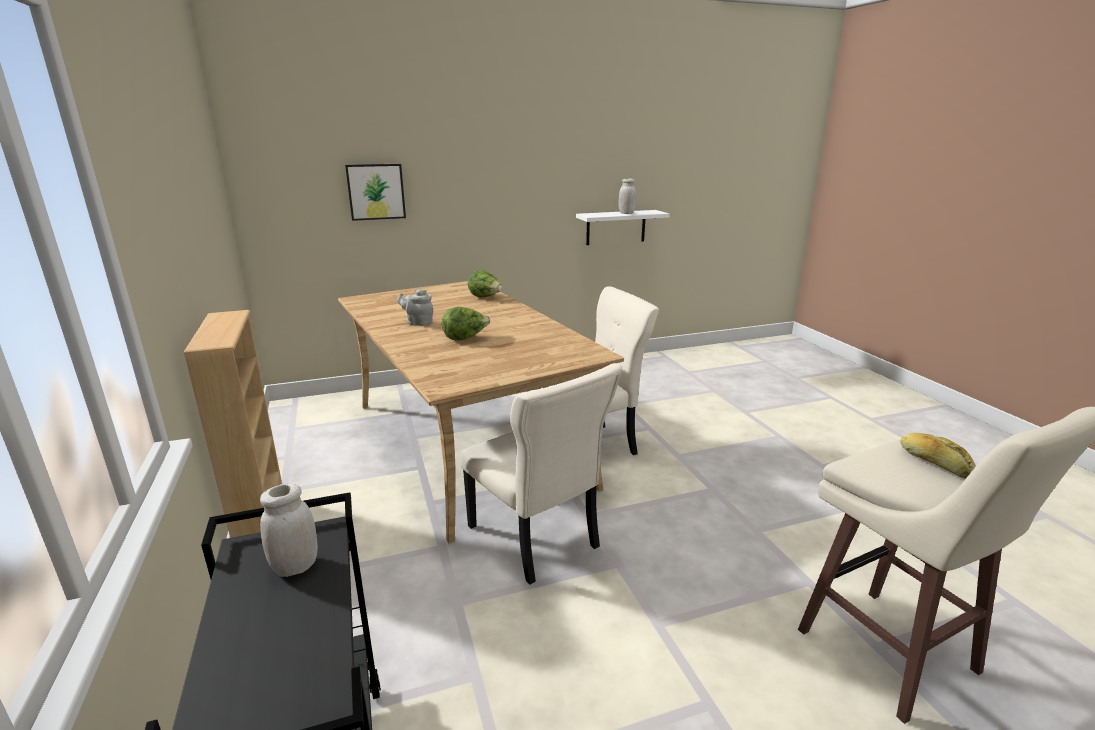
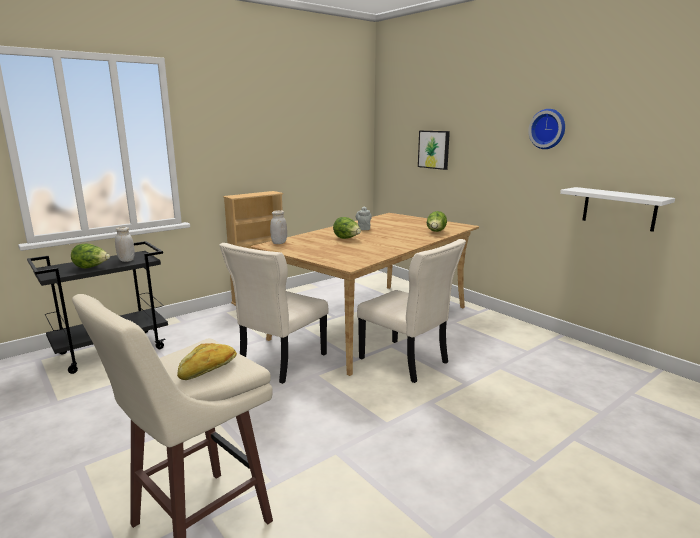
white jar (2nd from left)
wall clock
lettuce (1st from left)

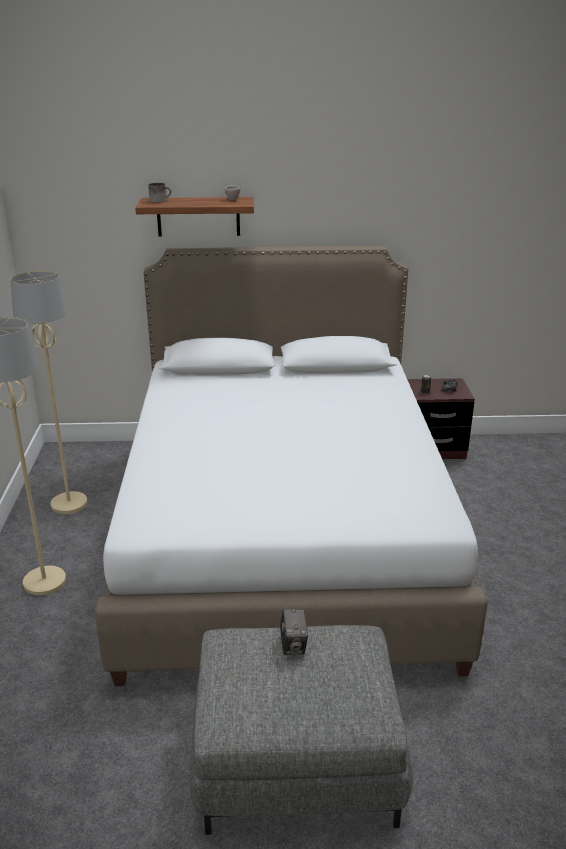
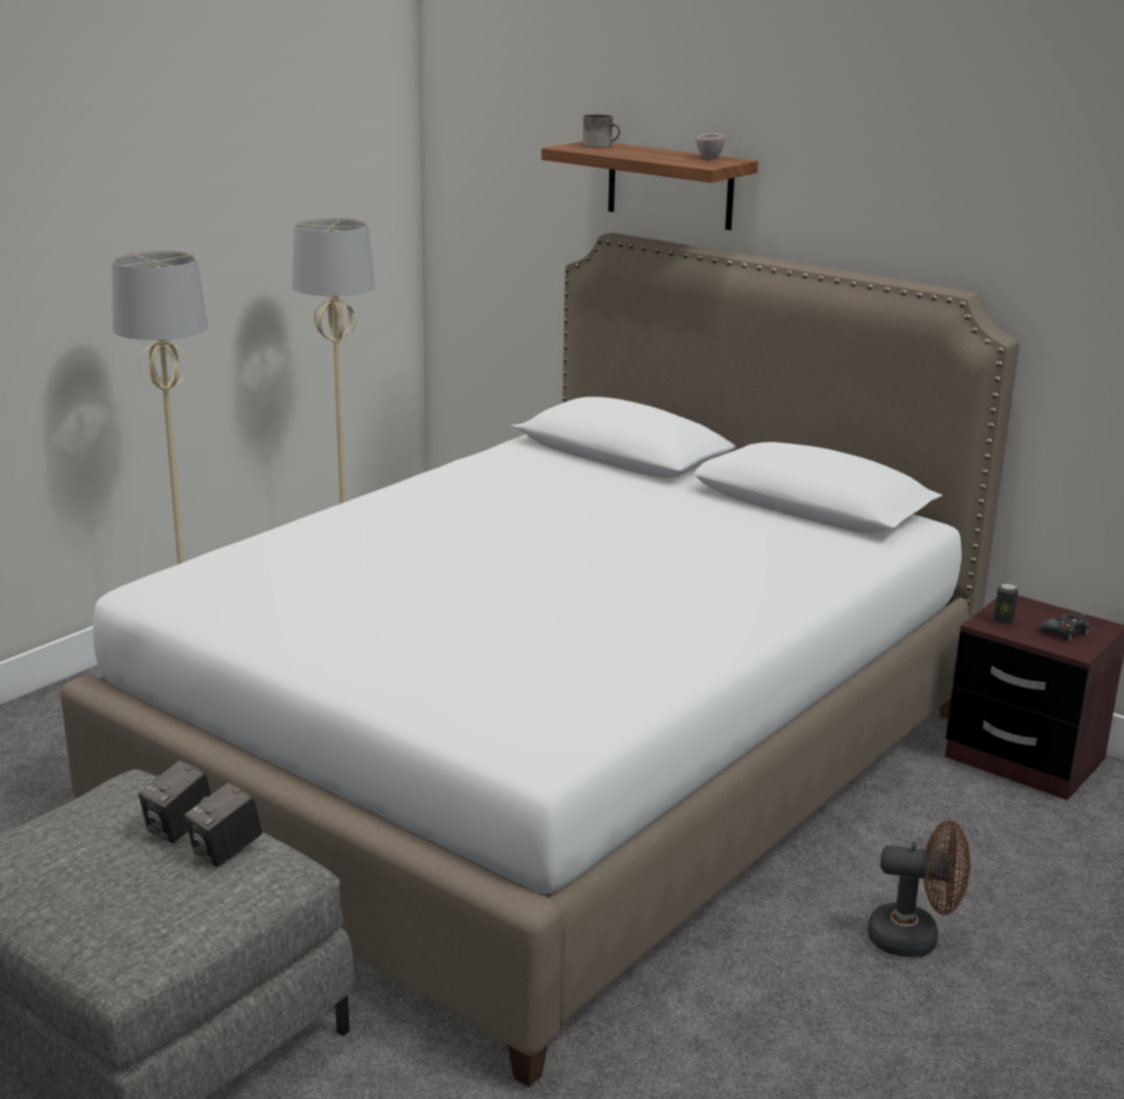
photo camera (2nd from left)
brown fan

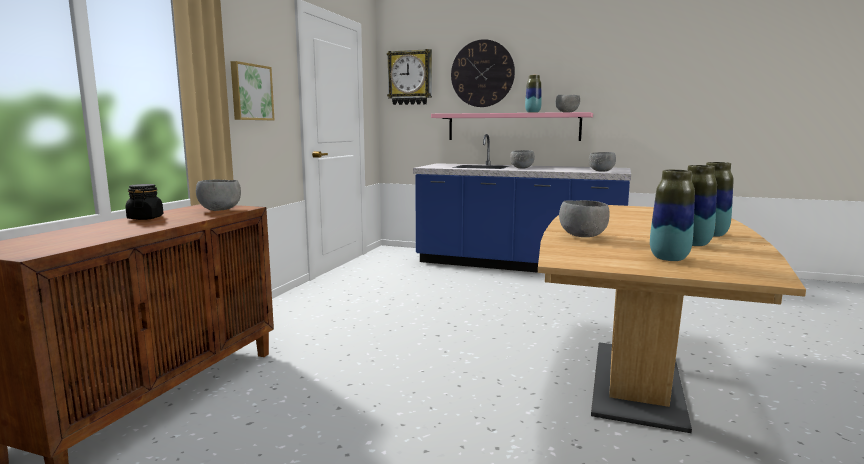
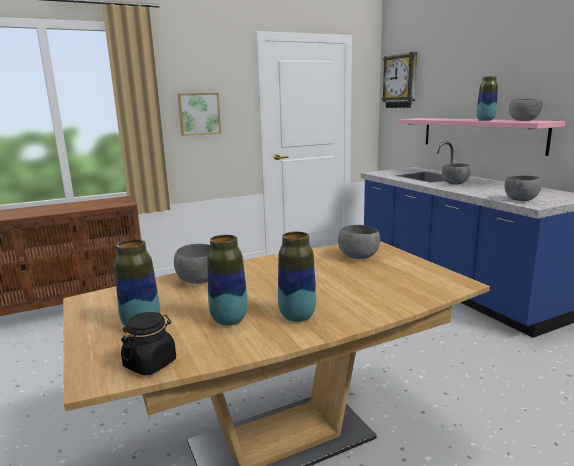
wall clock (2nd from left in the first image)
grey bowl (2nd from left)
black jar

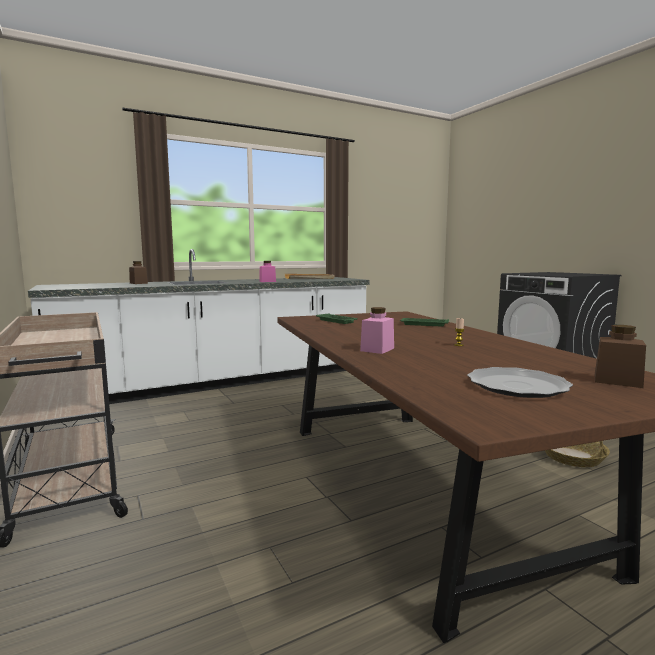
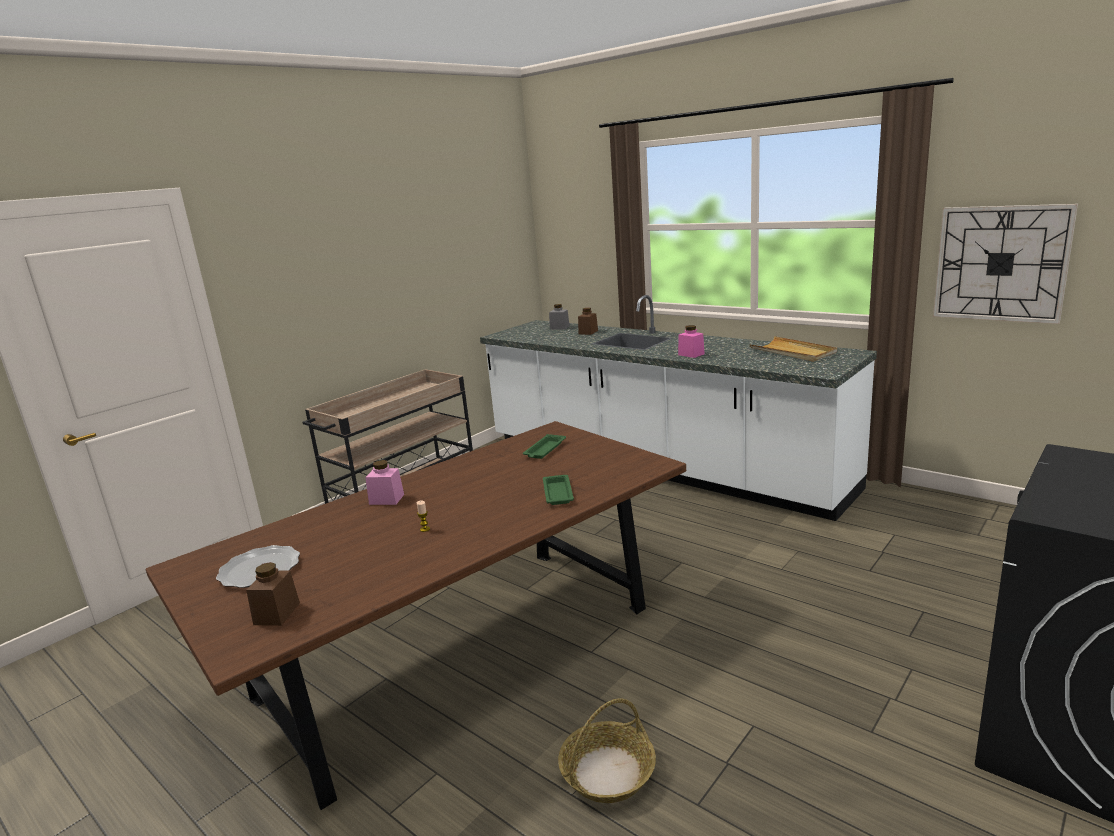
wall clock
grey jar

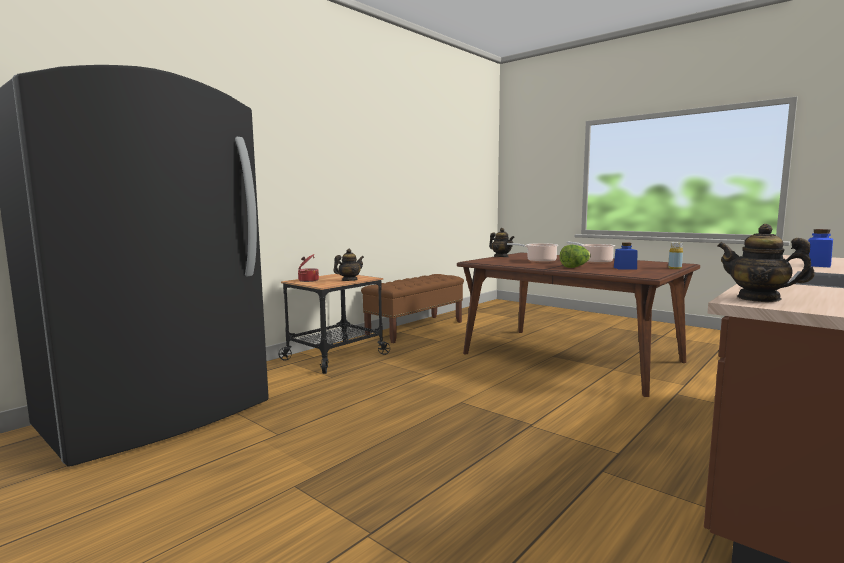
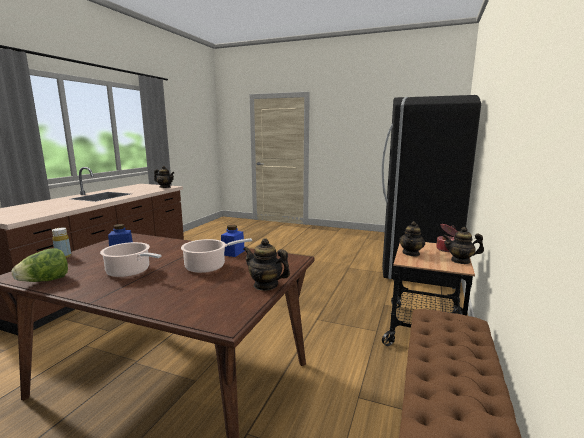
blue jar (2nd from left)
lettuce
teapot (4th from left)

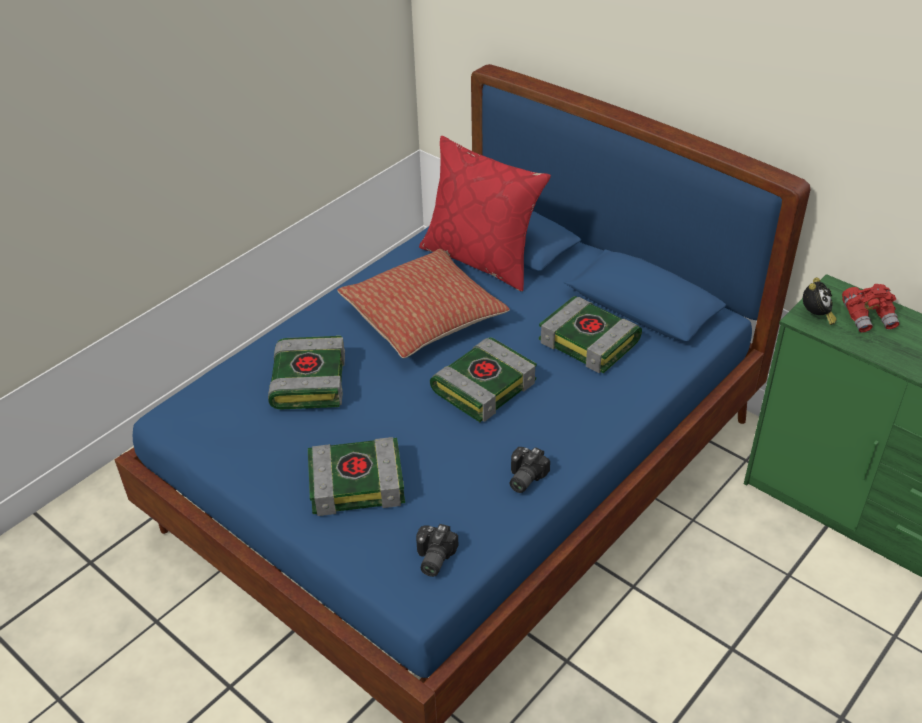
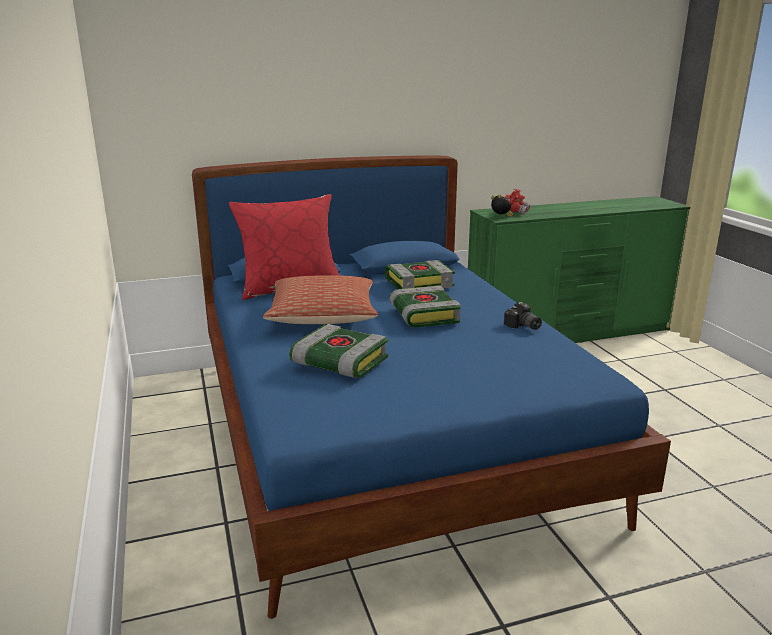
book (2nd from left in the first image)
photo camera (1st from left in the first image)

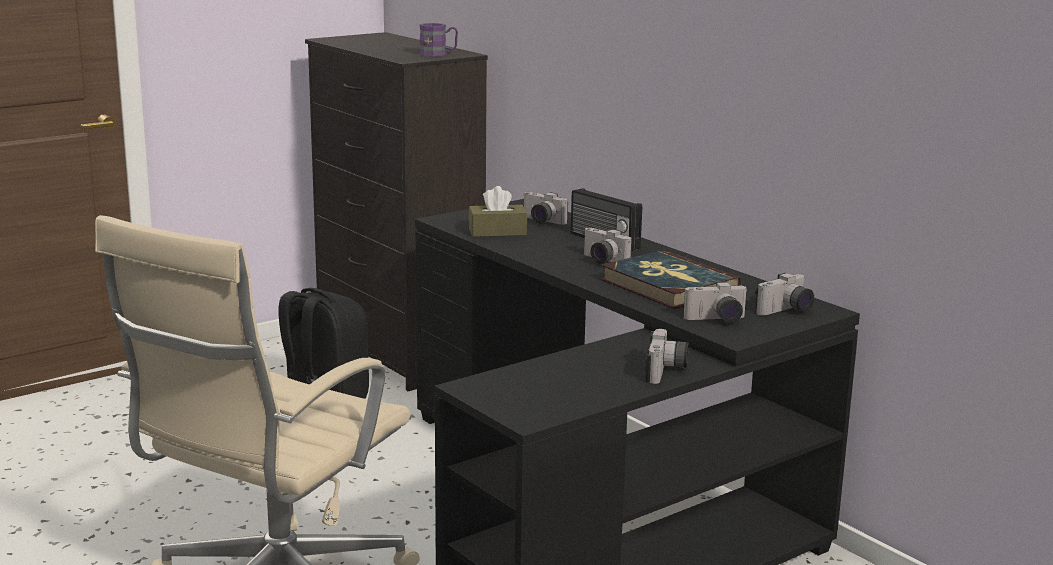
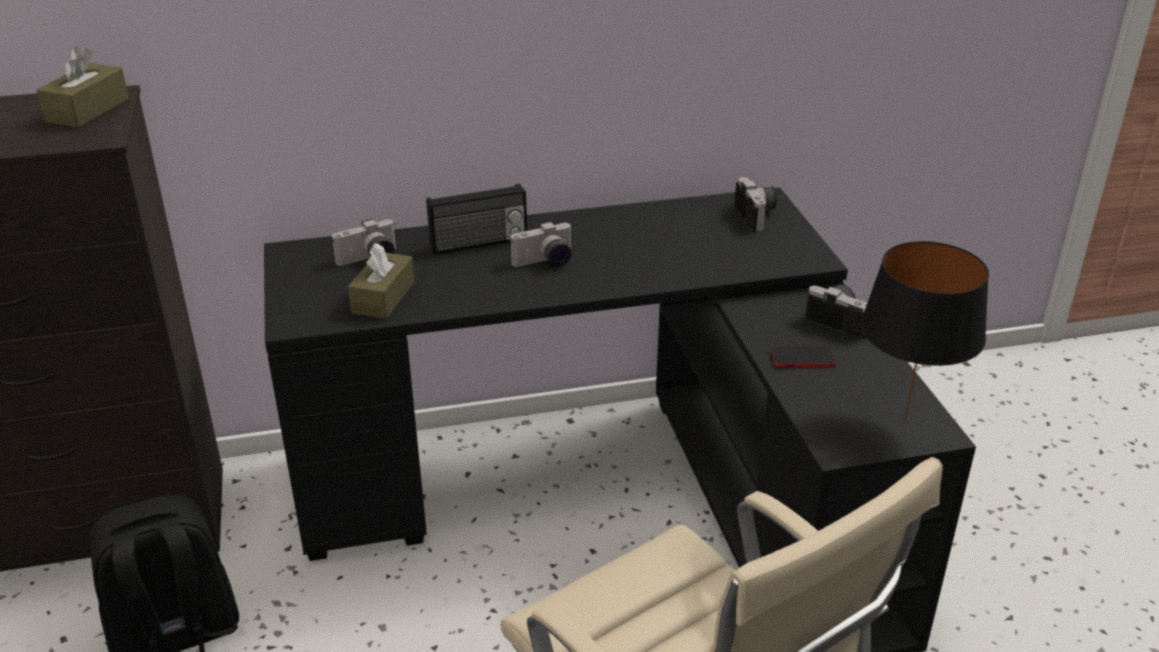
brown tissue box (1st from left)
book
photo camera (4th from left in the first image)
black table lamp
phone

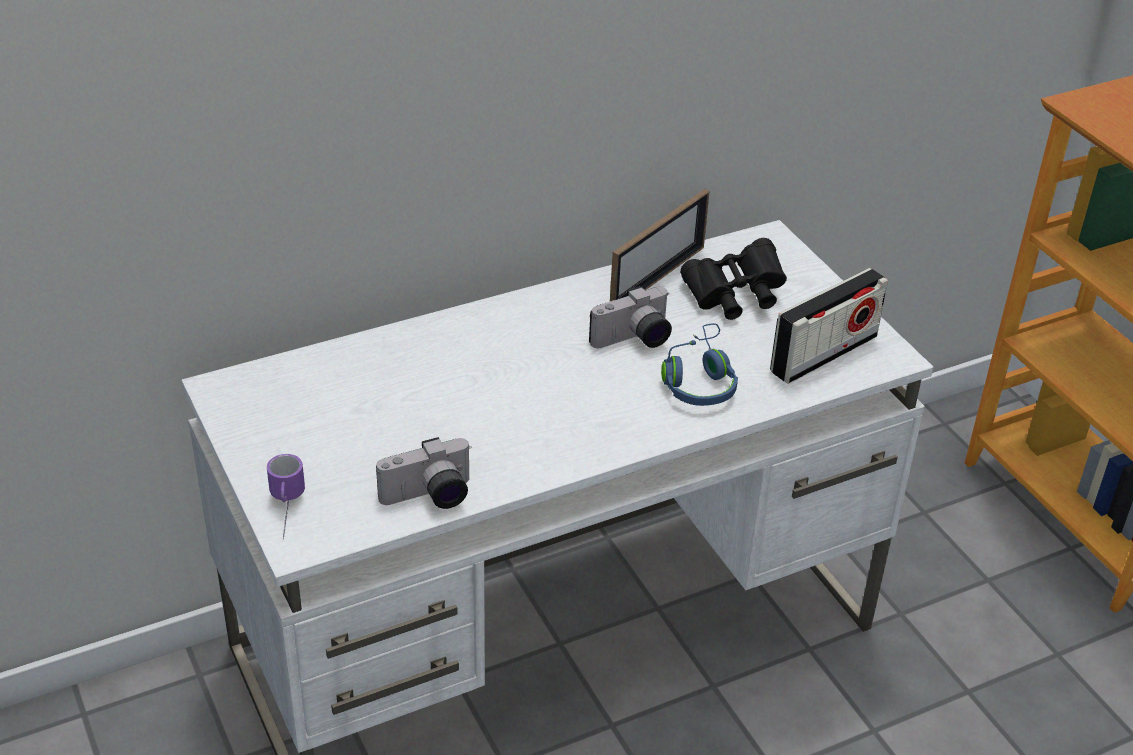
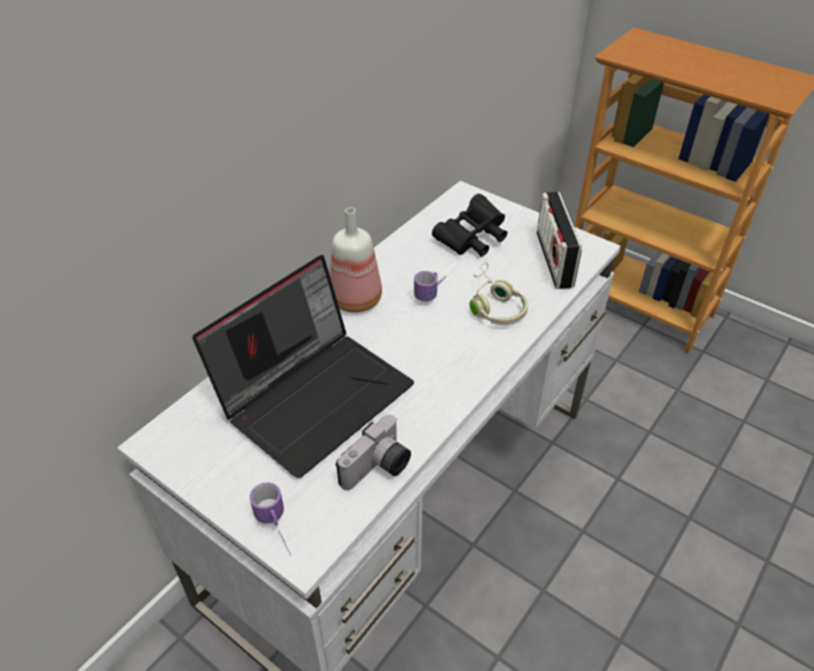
picture frame
radio
mug (2nd from left)
beige headphones
bottle
laptop

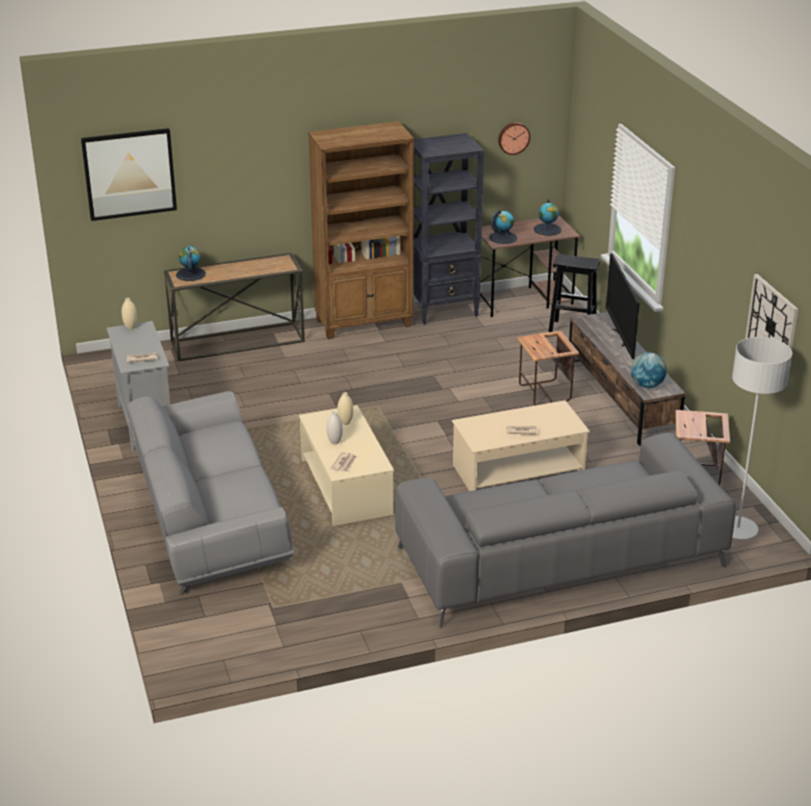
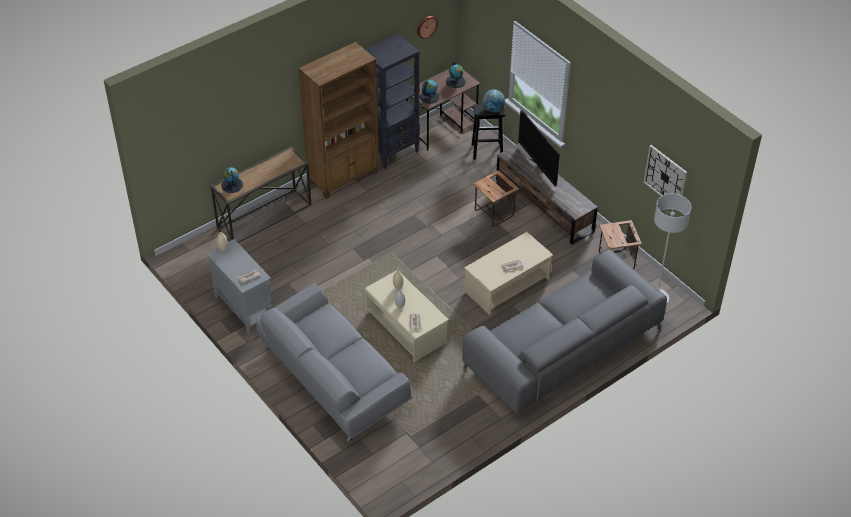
picture
globe (4th from left)

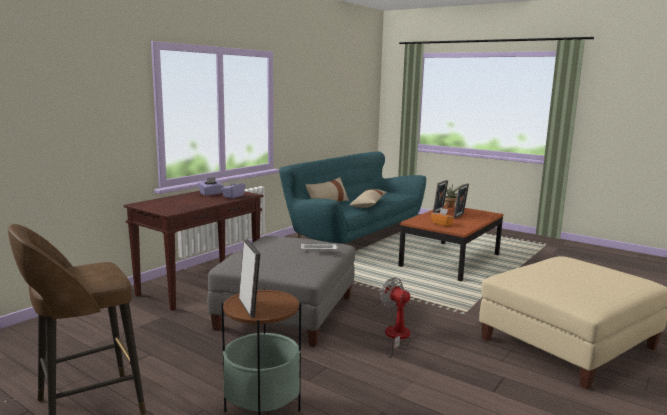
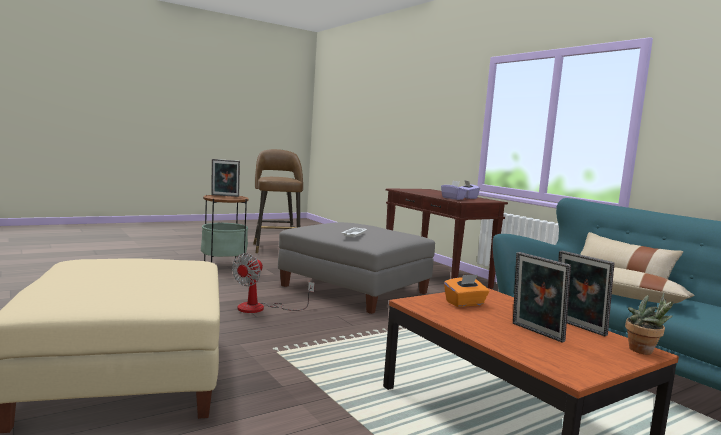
fan

